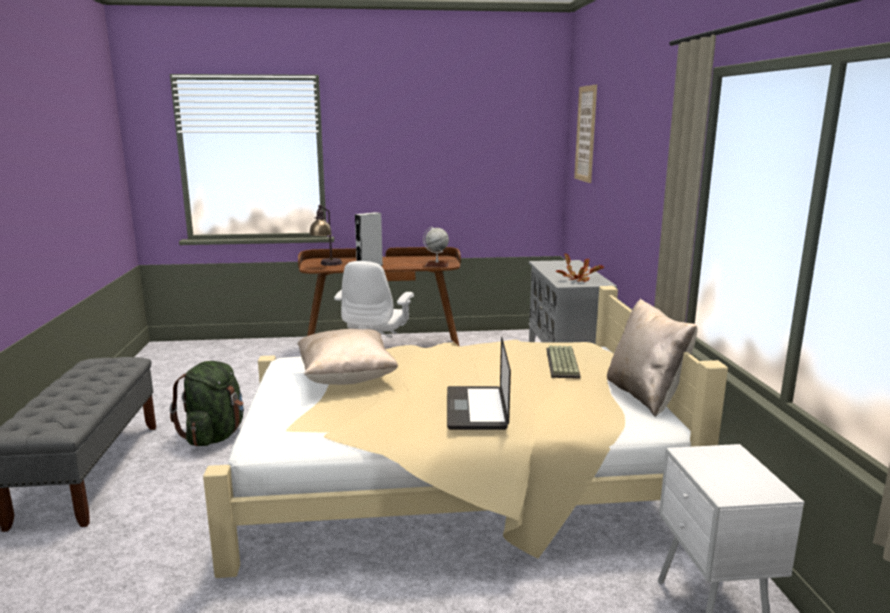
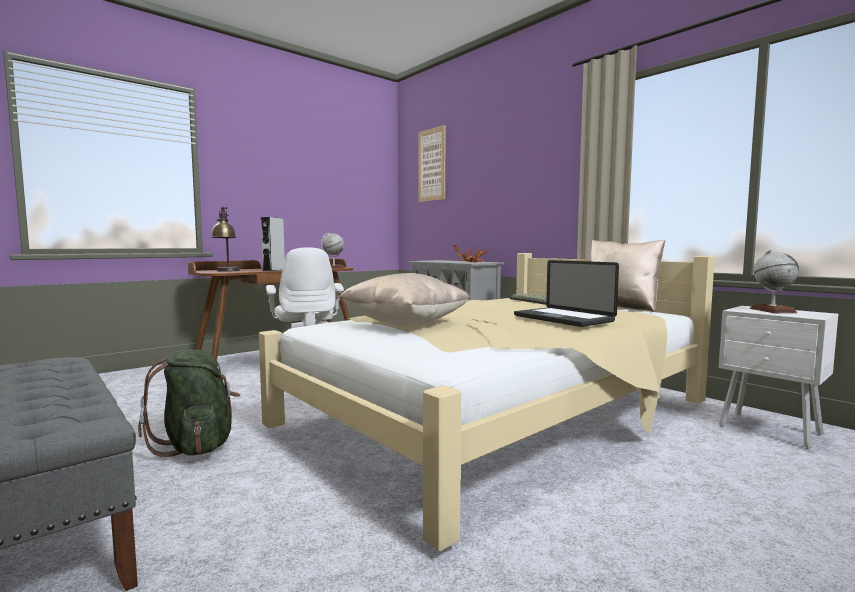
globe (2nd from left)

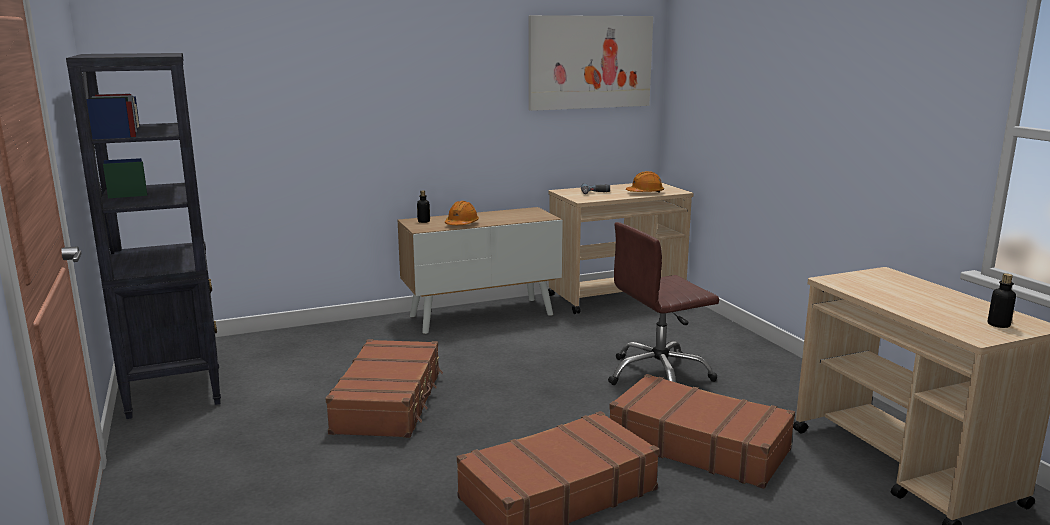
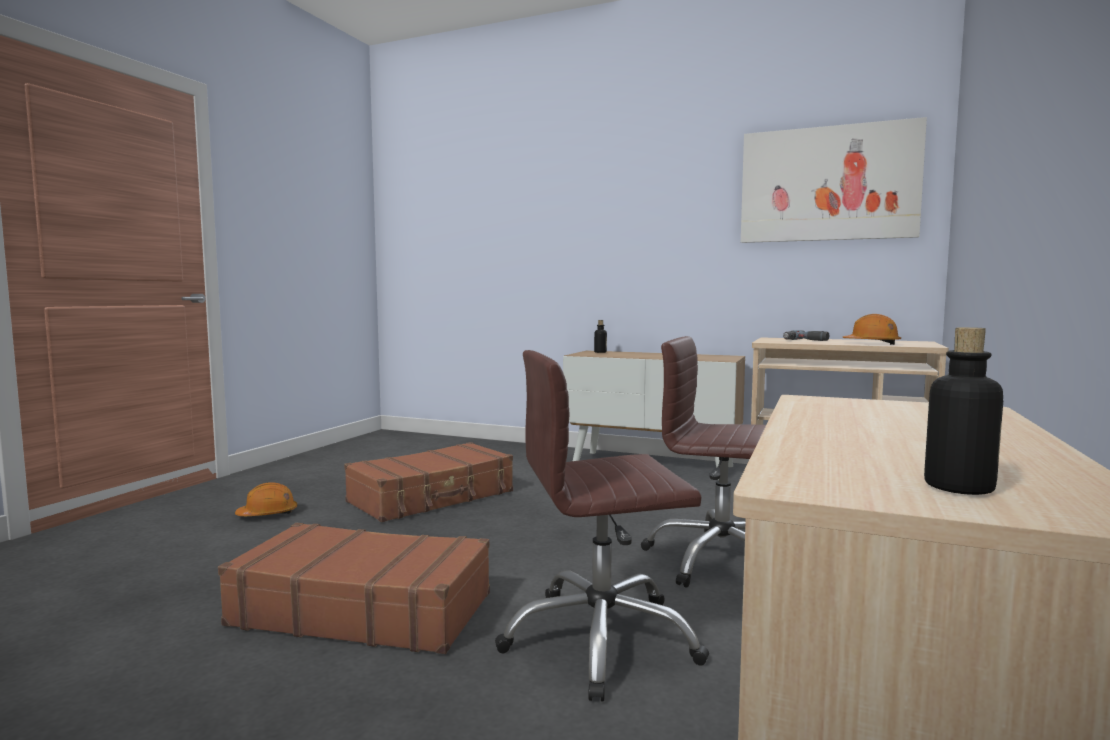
black bookcase
orange hard hat (1st from left)
brown office chair (1st from left)

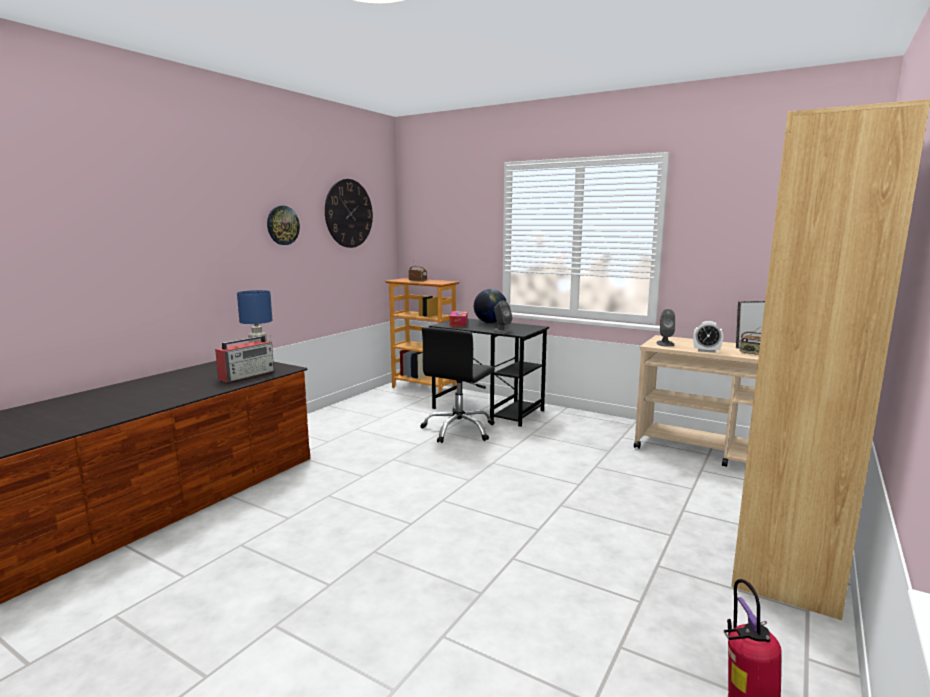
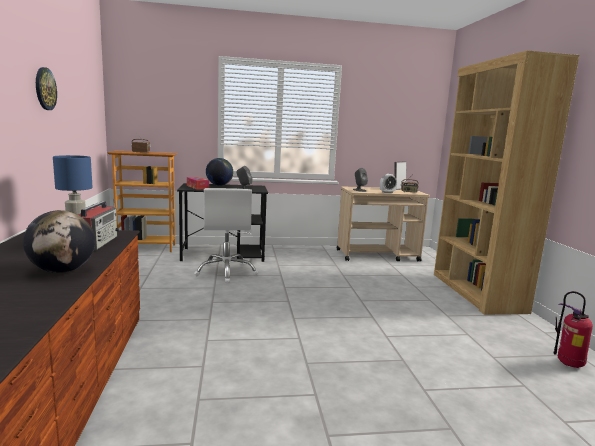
wall clock (2nd from left in the first image)
white office chair
globe (1st from left)

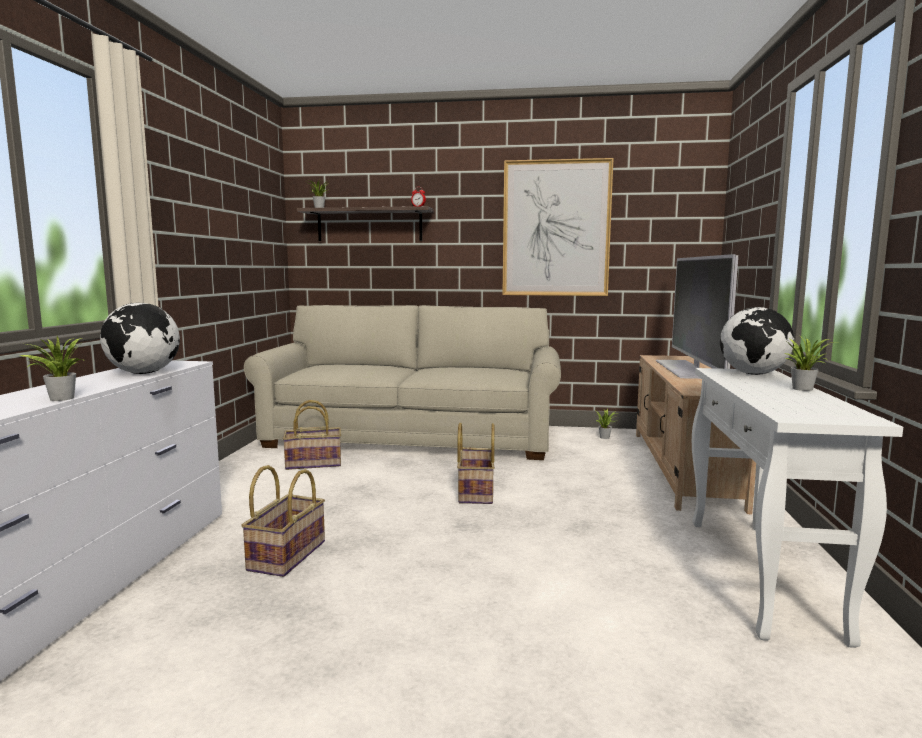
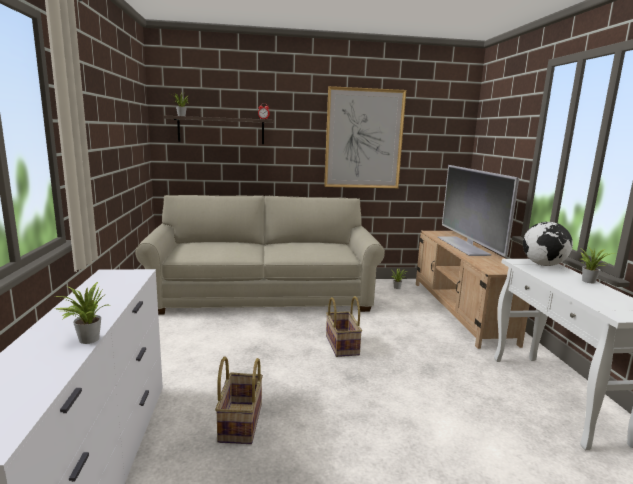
globe (1st from left in the first image)
basket (2nd from left in the first image)

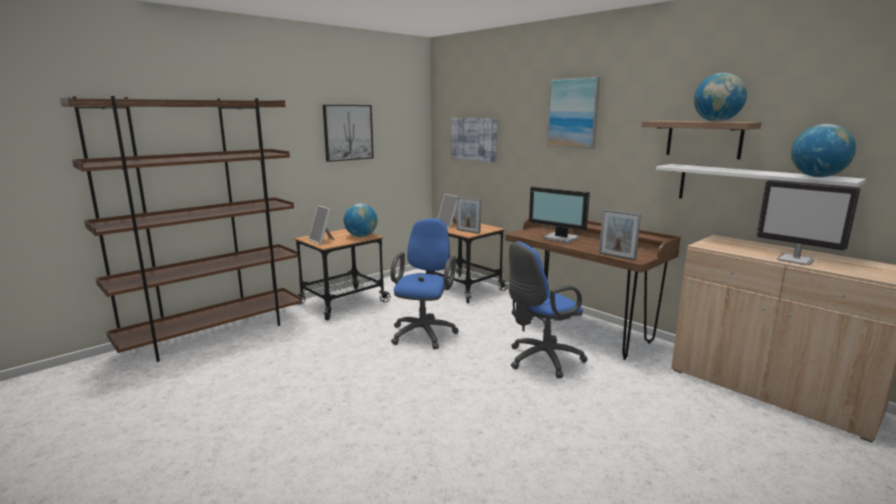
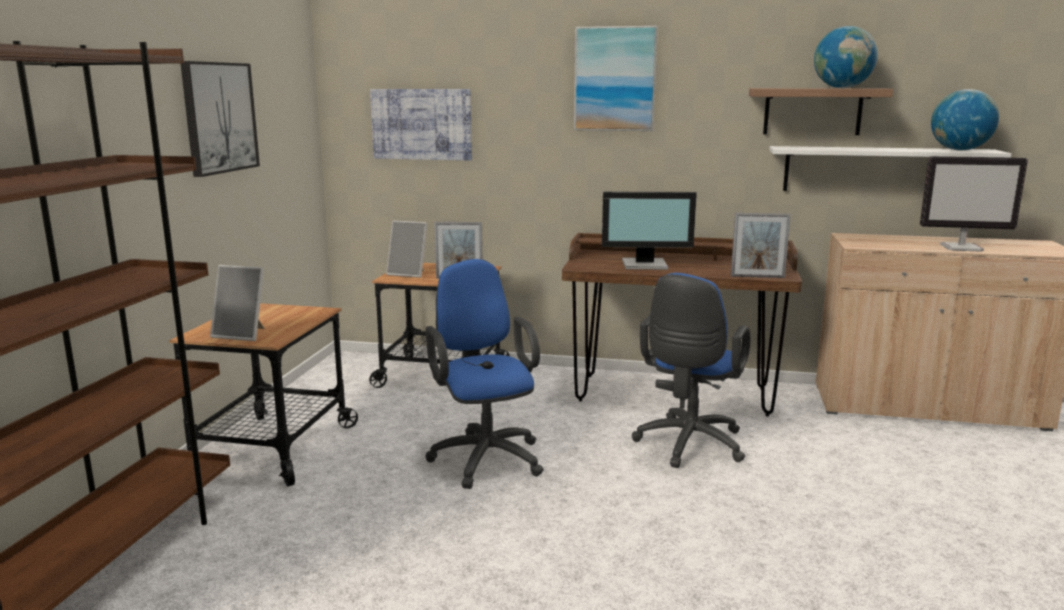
globe (1st from left in the first image)

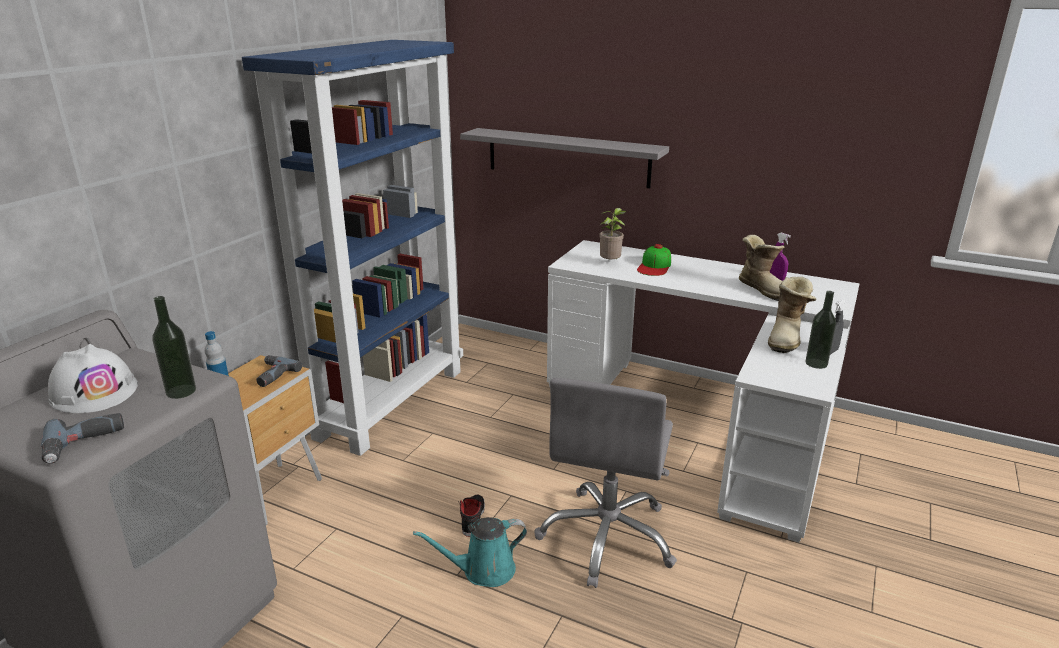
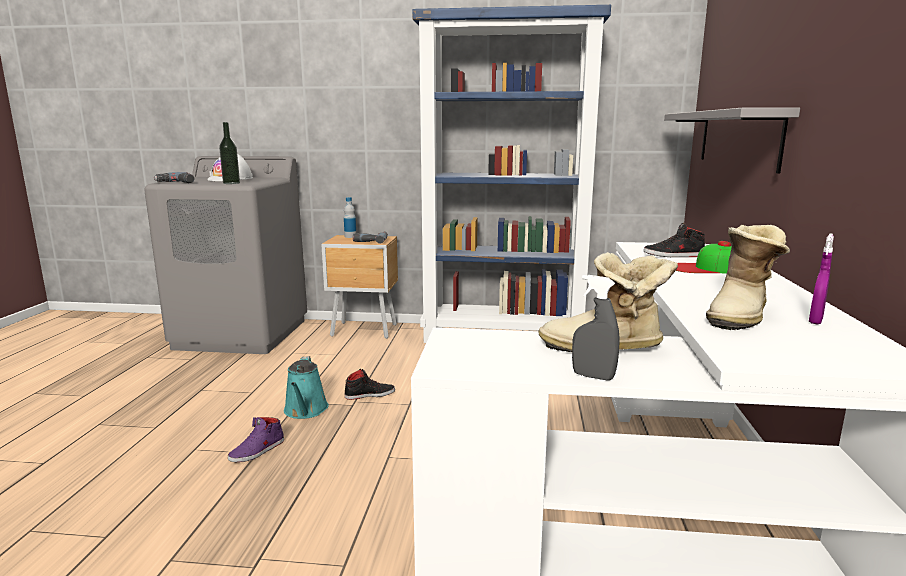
black shoe (2nd from left)
bottle (3rd from left in the first image)
grey office chair
turquoise watering can
purple shoe

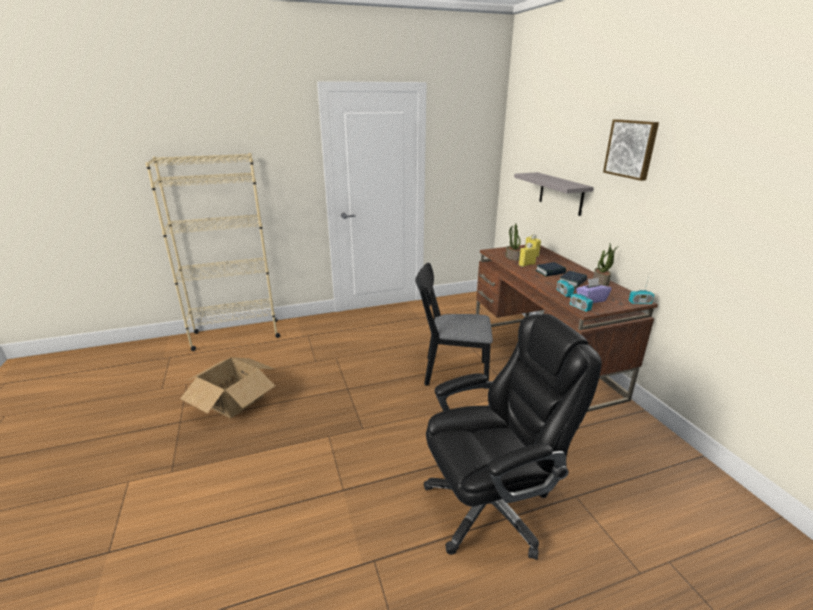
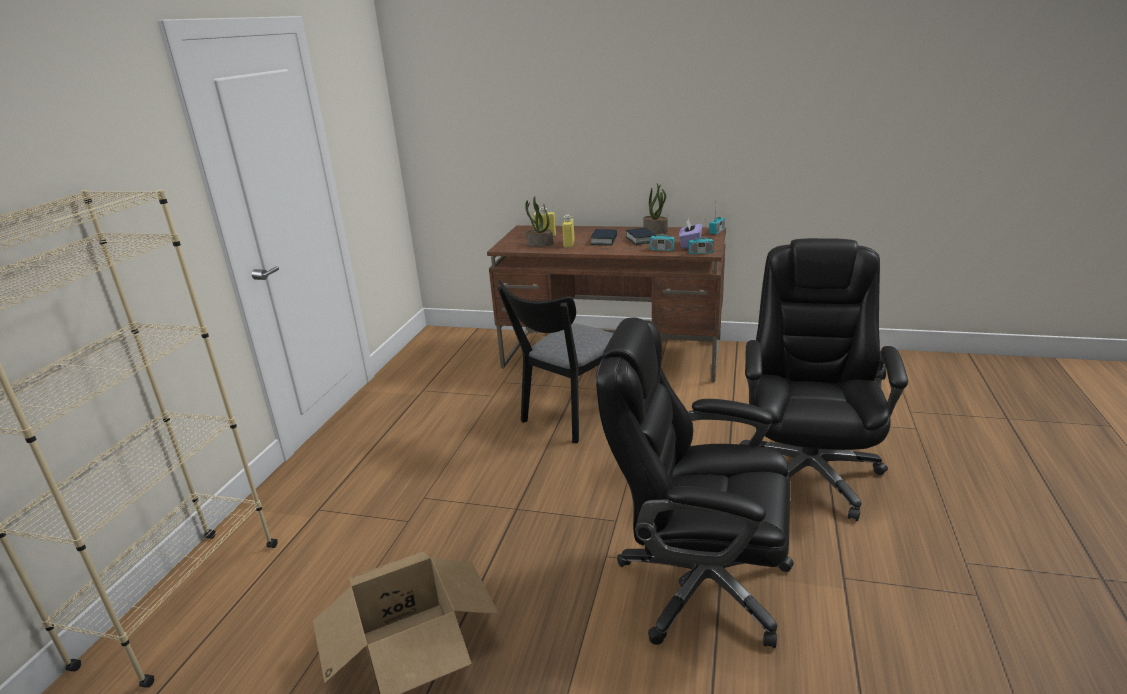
picture
grey shelf
black office chair (1st from left)

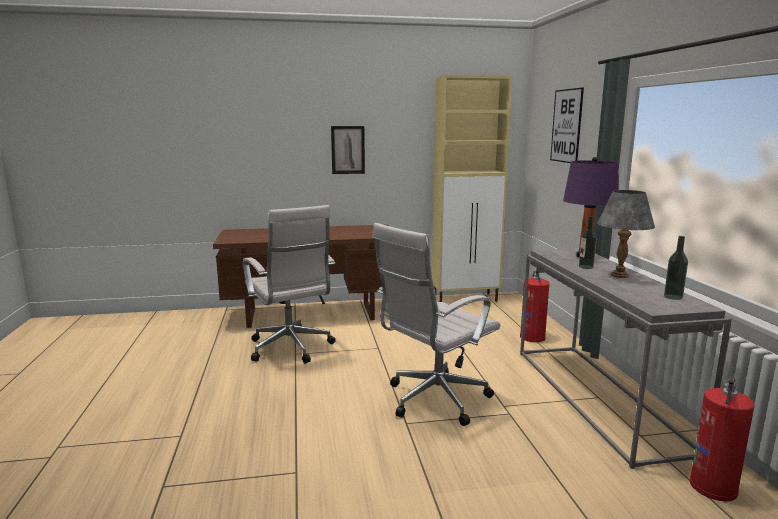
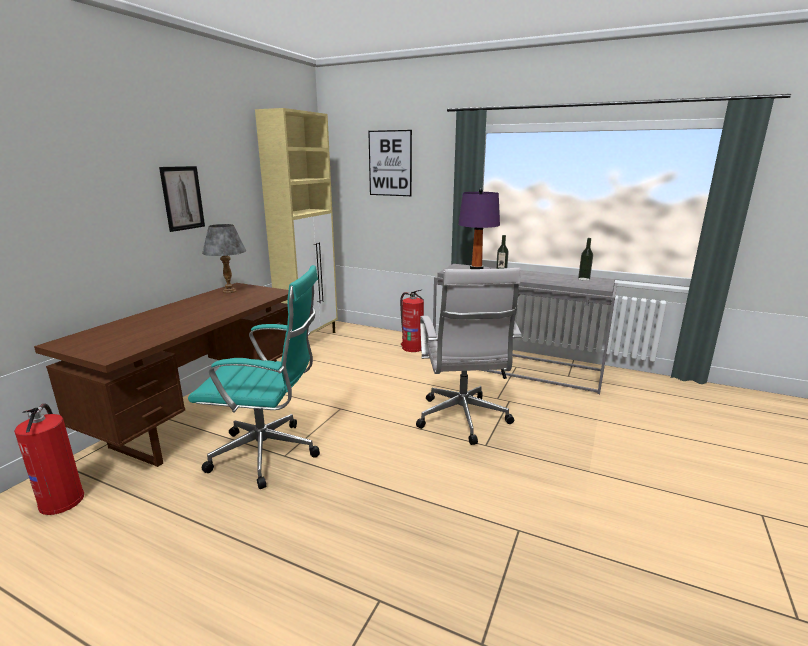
grey table lamp
turquoise office chair
fire extinguisher (1st from left)

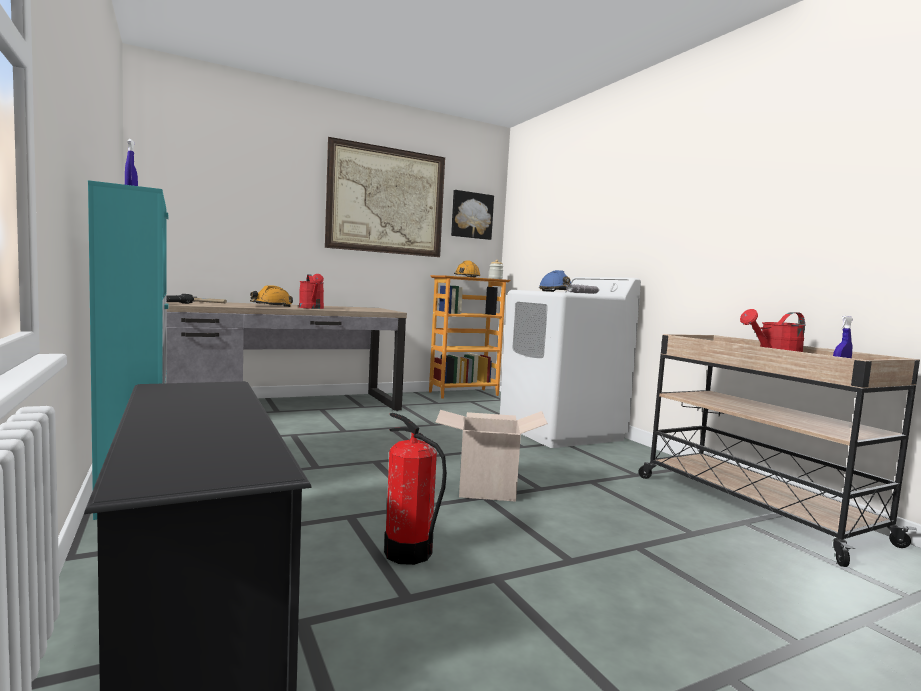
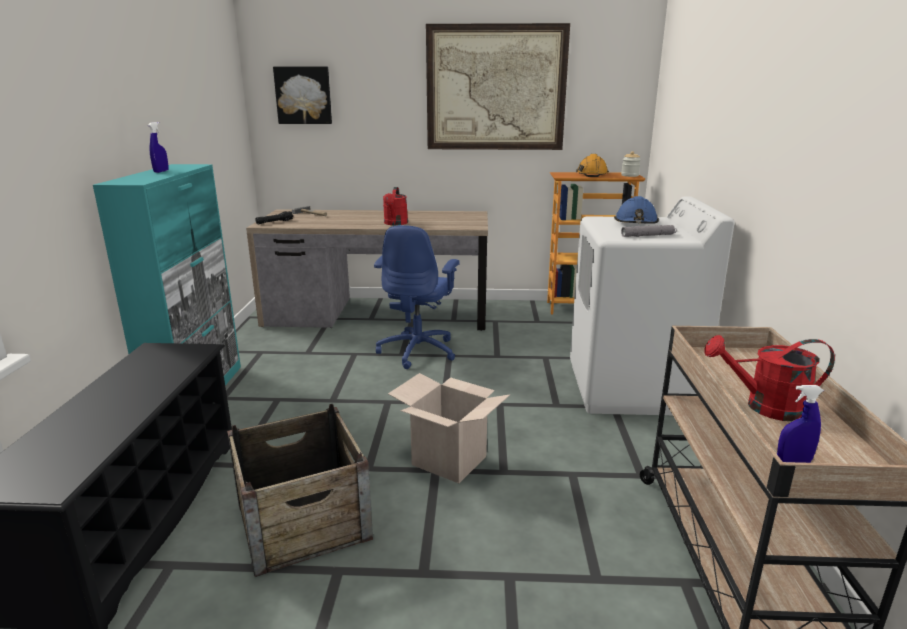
picture (1st from left)
orange hard hat (1st from left in the first image)
crate
blue office chair

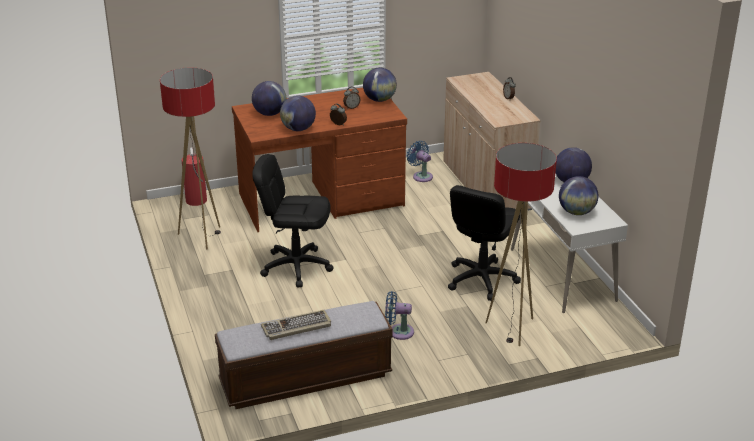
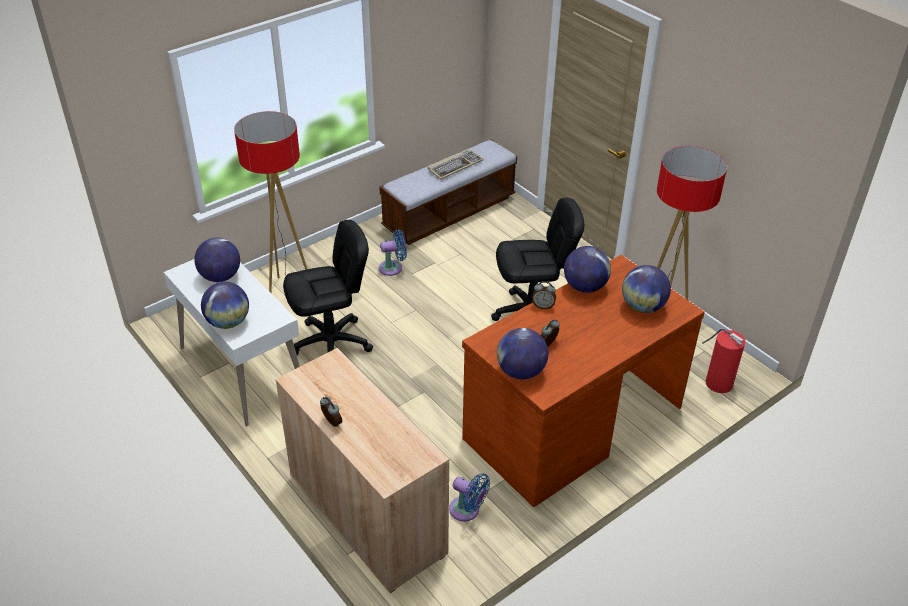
black office chair (1st from left)

